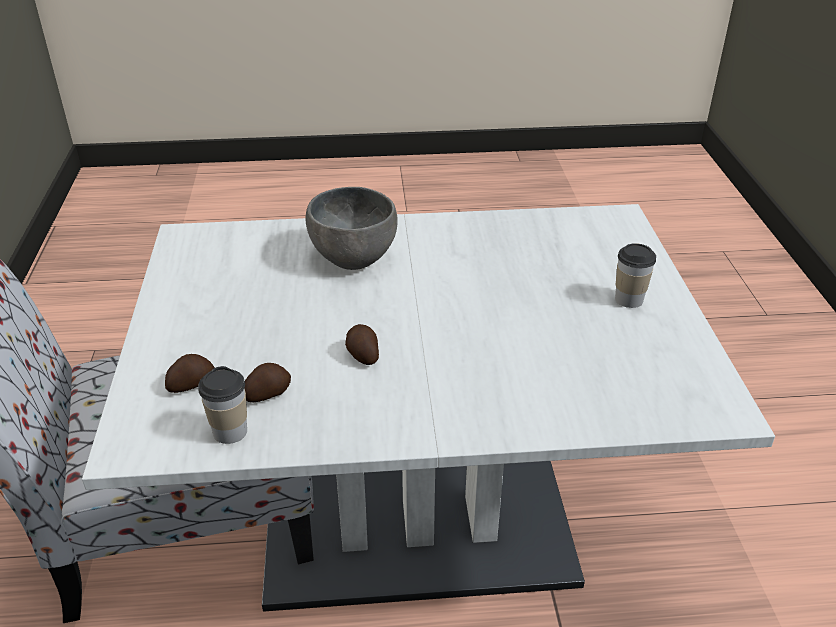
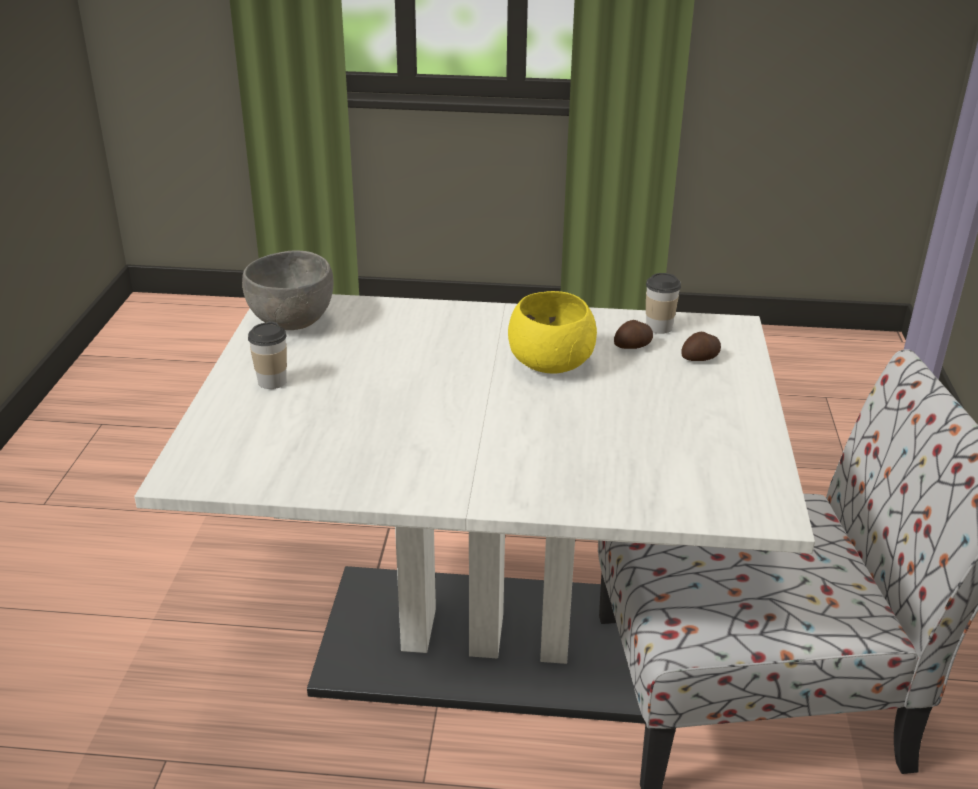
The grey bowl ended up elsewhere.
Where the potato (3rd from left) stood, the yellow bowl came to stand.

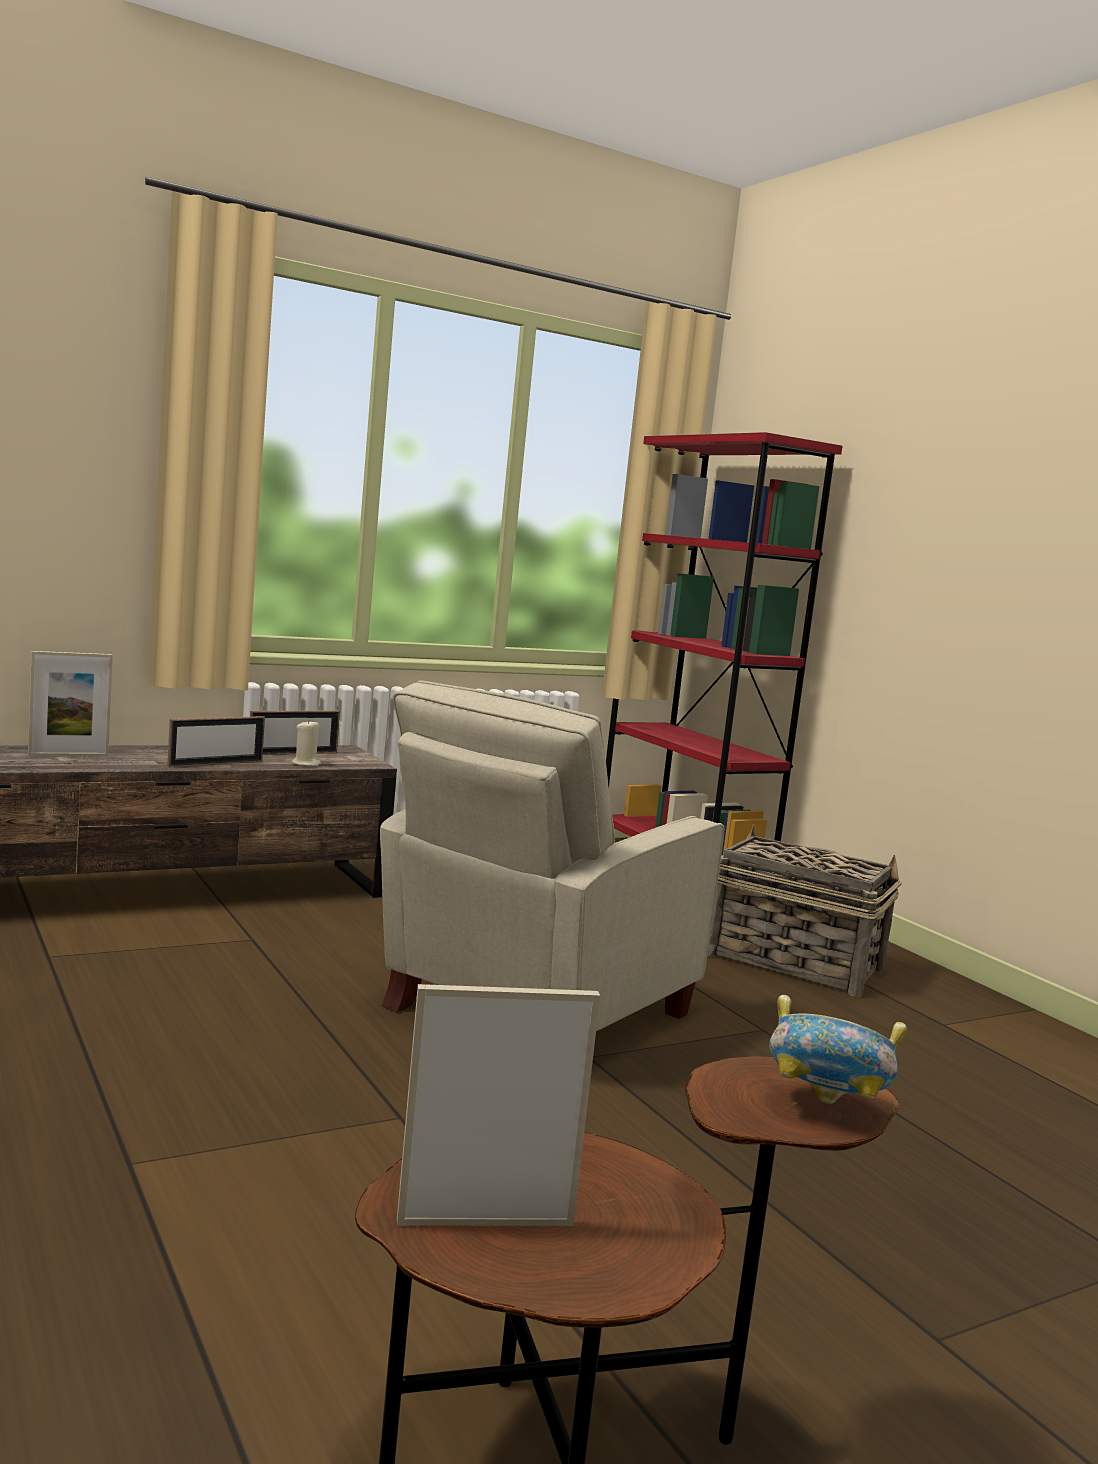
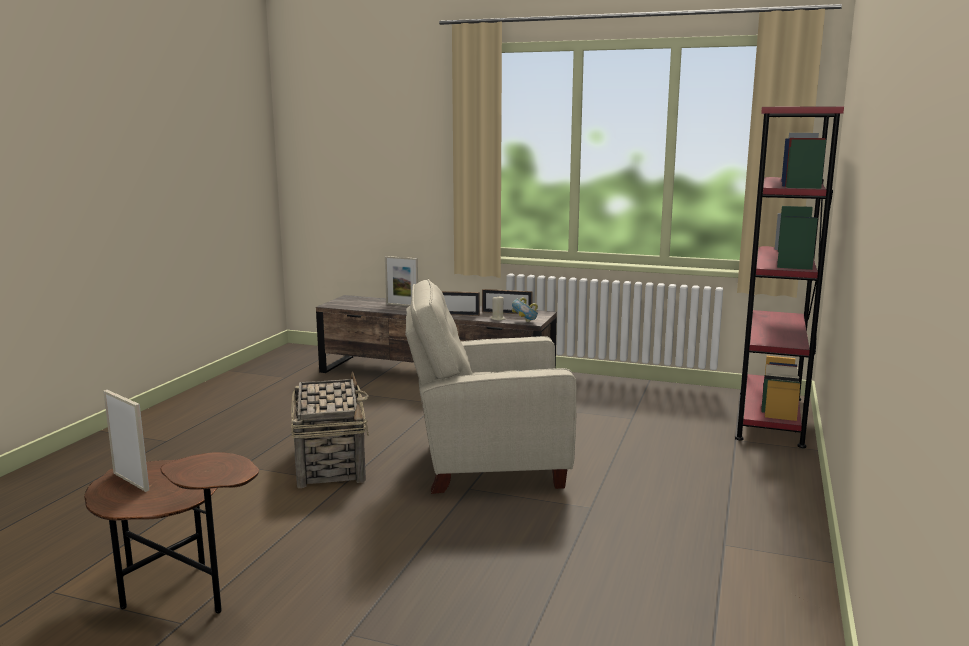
The basket ended up elsewhere.
The bowl ended up elsewhere.

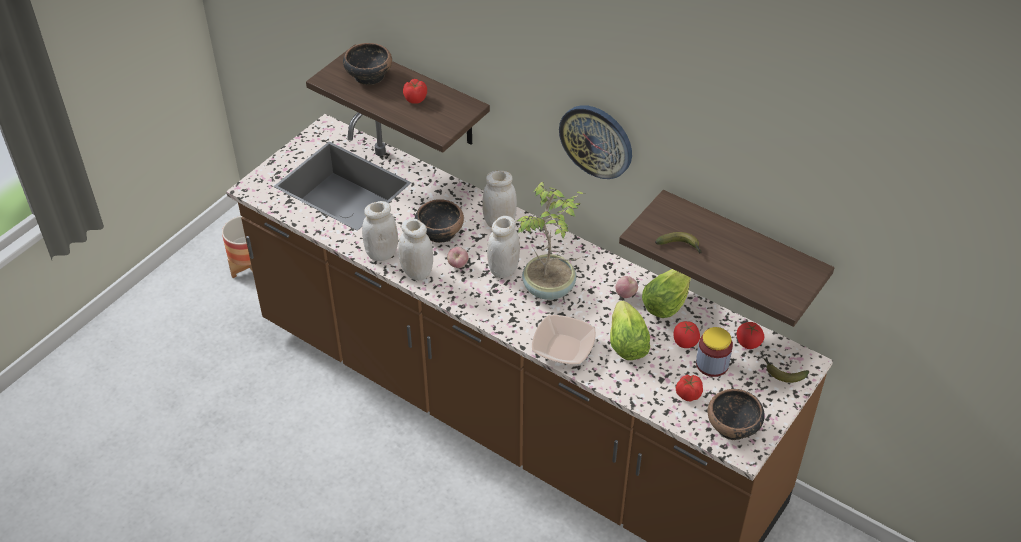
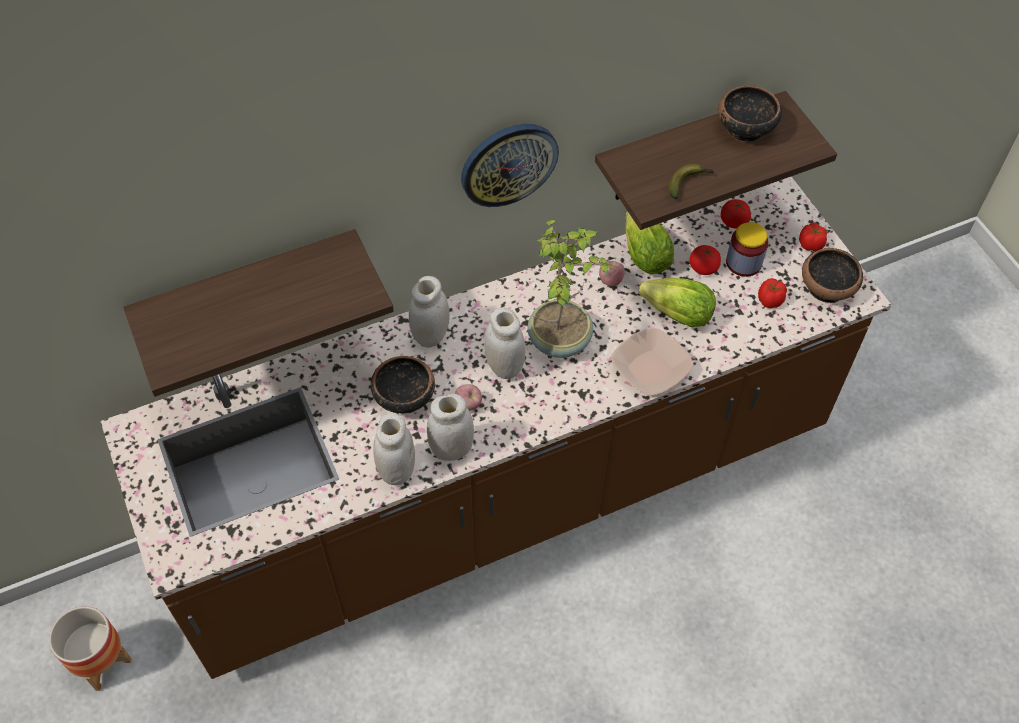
The second view lost the banana (2nd from left).
The bowl (1st from left in the first image) ended up elsewhere.
The tomato (1st from left in the first image) ended up elsewhere.

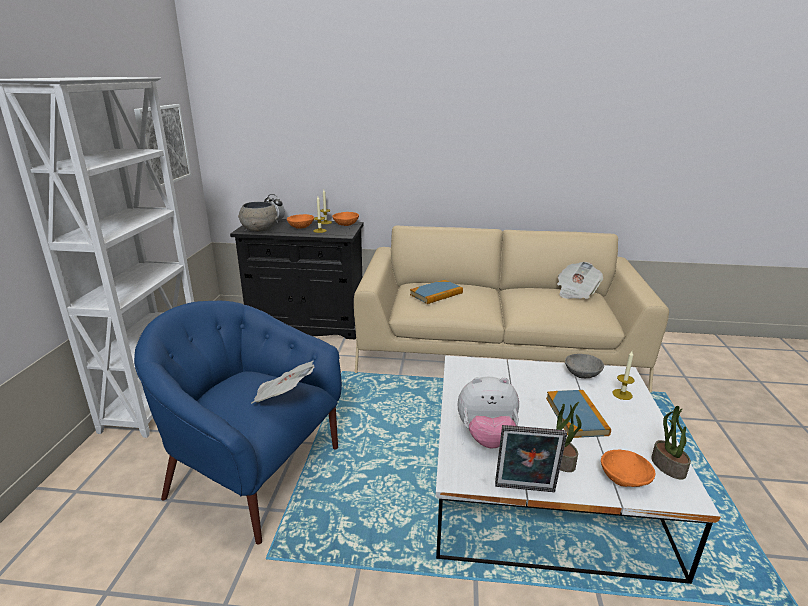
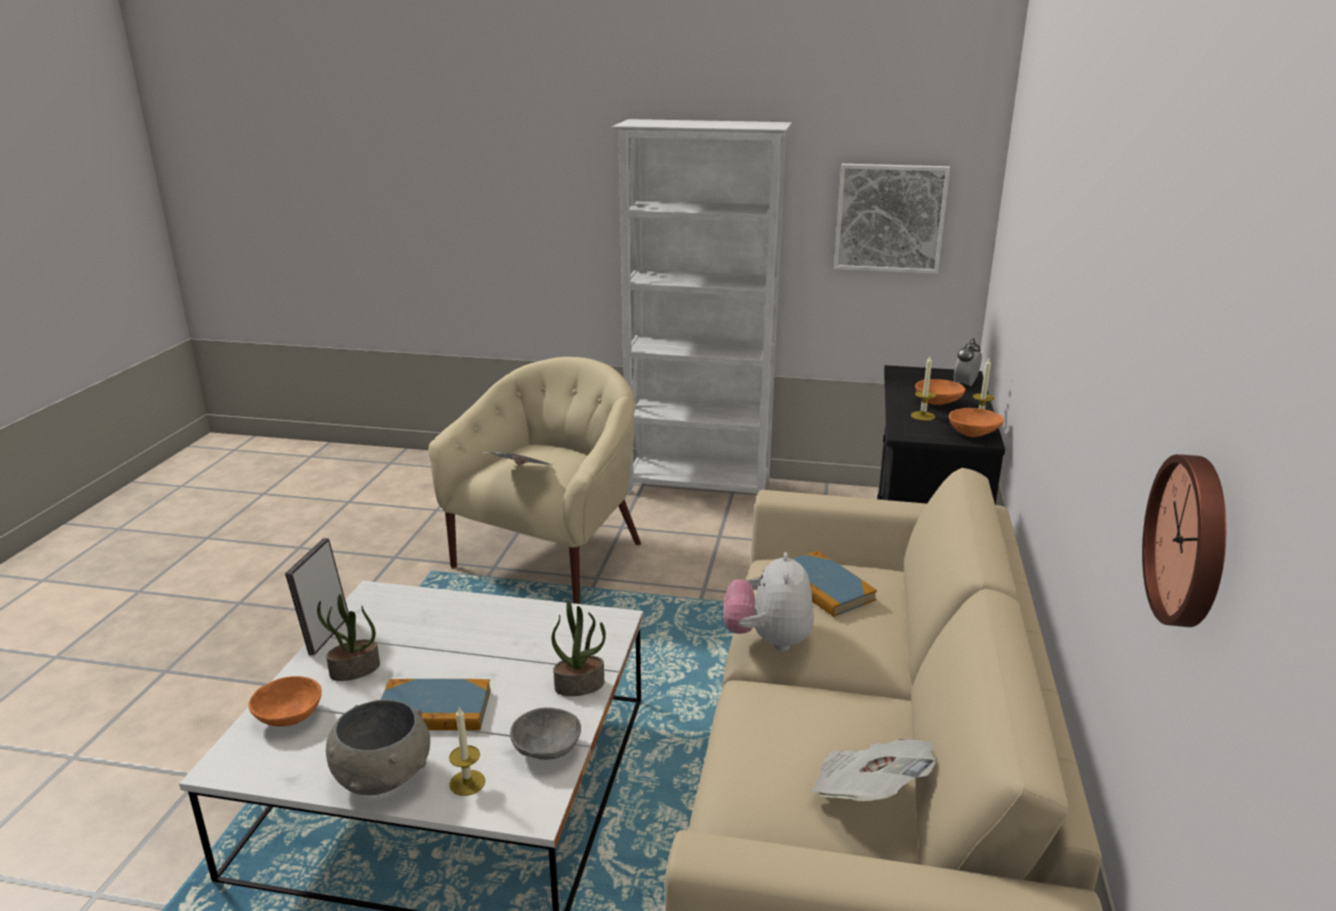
The second view gained the wall clock.
The grey bowl (1st from left) ended up elsewhere.
The plush toy ended up elsewhere.
The potted plant (2nd from left) ended up elsewhere.
What was the blue armchair turned into the beige armchair.

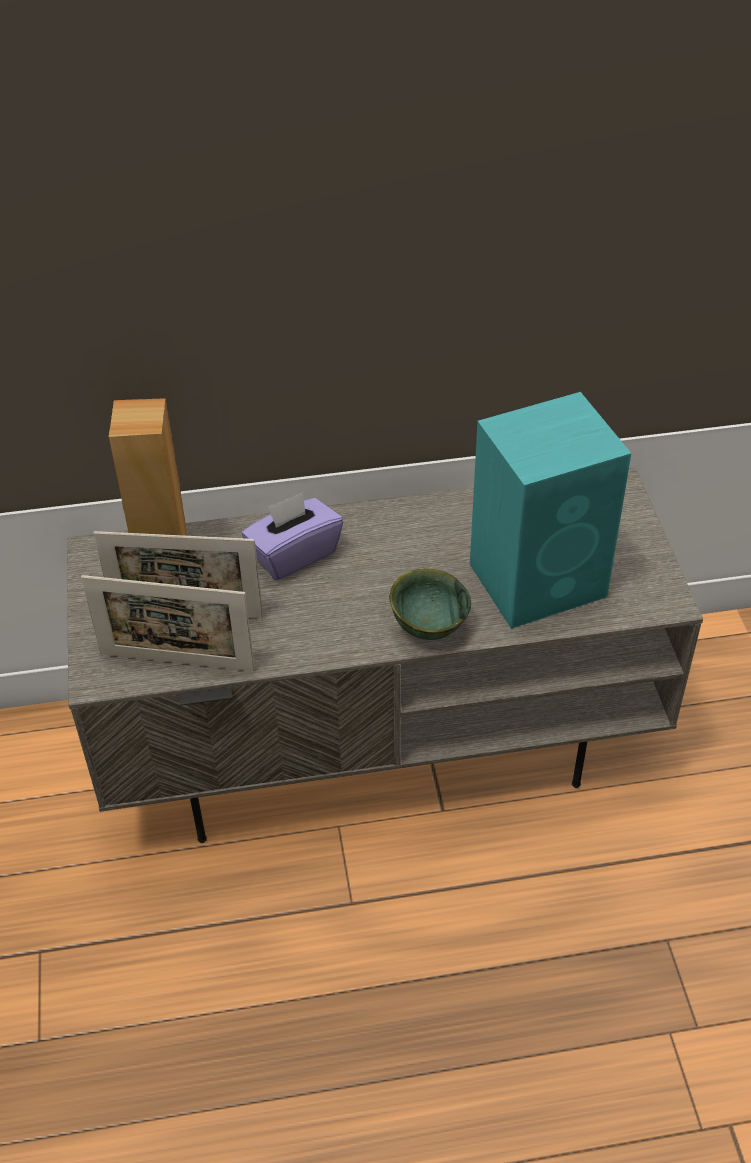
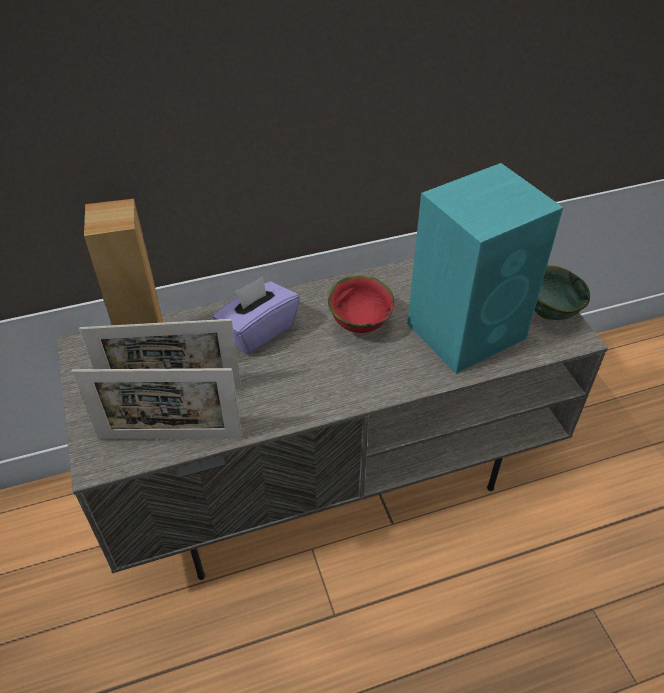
The second view gained the red bowl.
The green bowl ended up elsewhere.

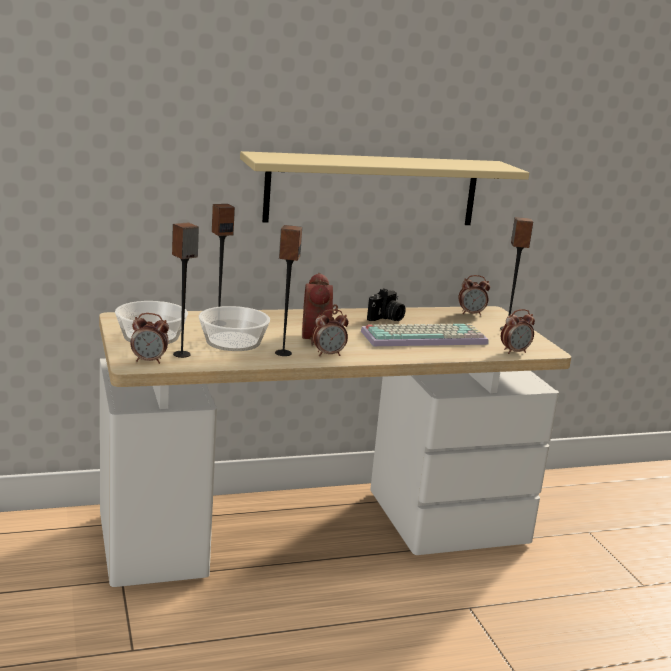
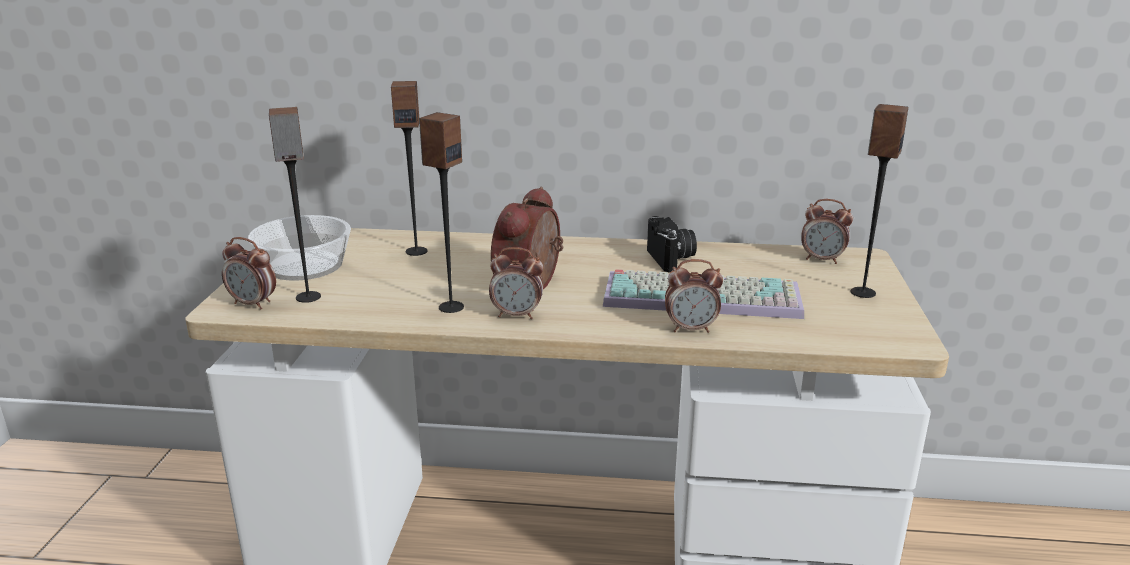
The second view lost the bowl (2nd from left).
The second view lost the beige shelf.
The alarm clock (5th from left in the first image) ended up elsewhere.
The photo camera ended up facing another way, 75 degrees counterclockwise from before.

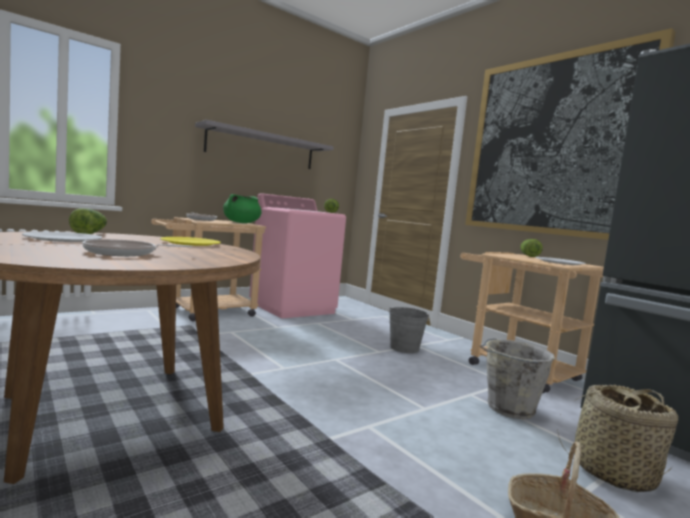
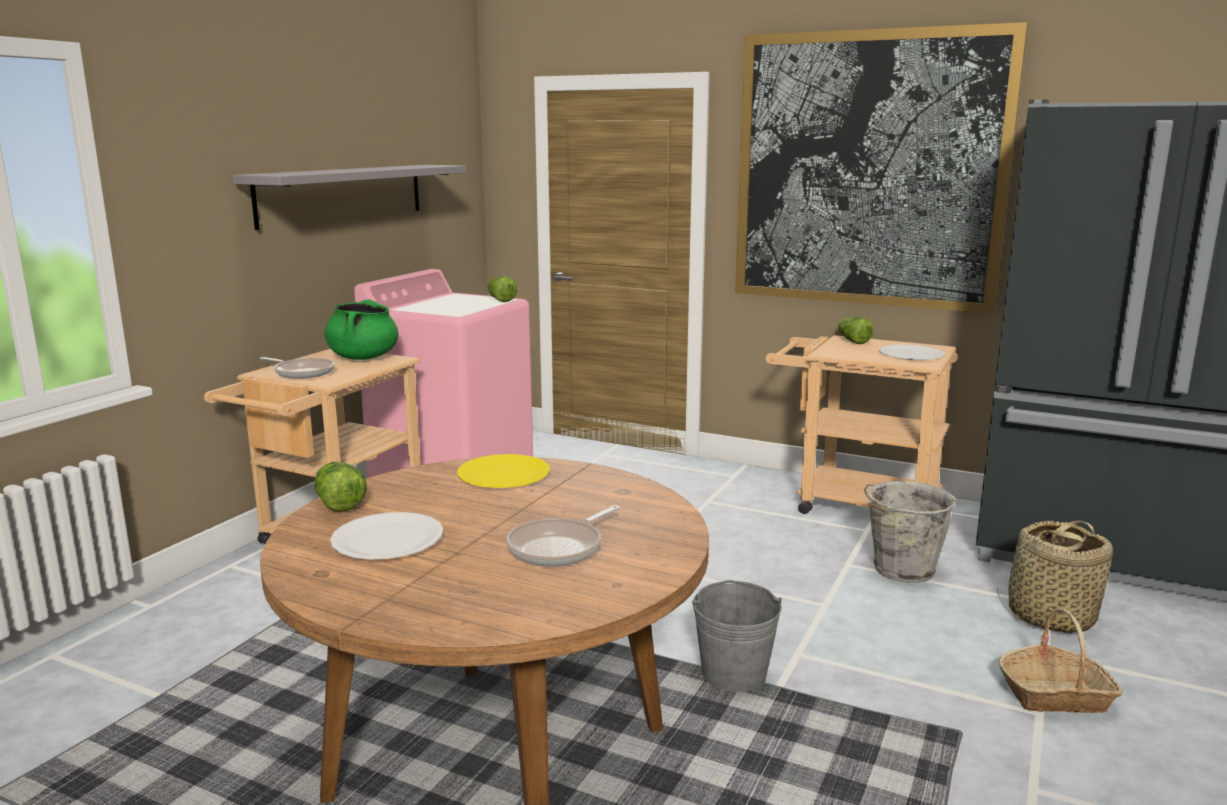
The grey bucket (1st from left) ended up elsewhere.

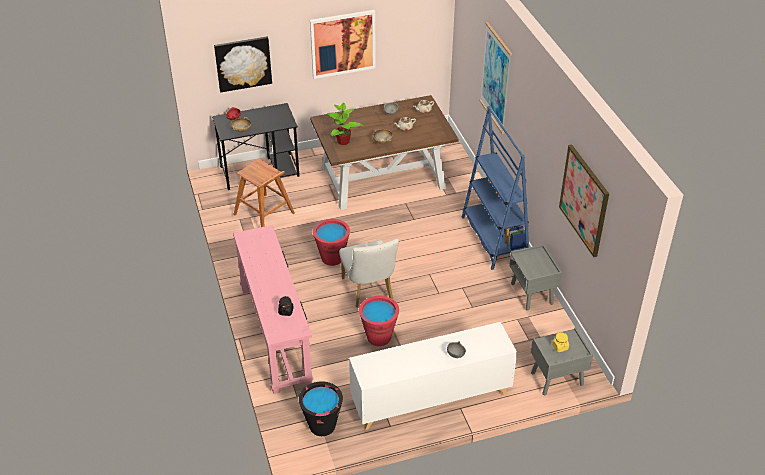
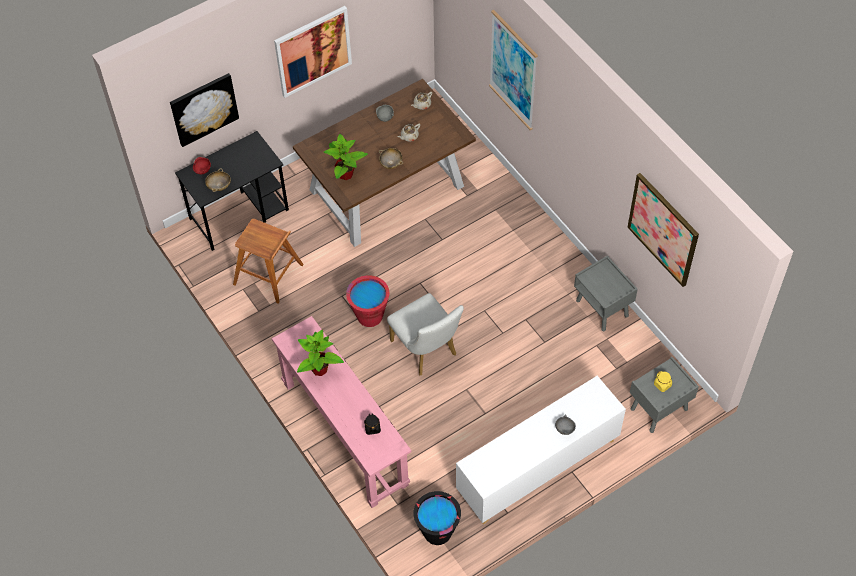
The second view lost the red bucket (2nd from left).
The second view lost the blue bookcase.
The second view gained the potted plant (1st from left).

